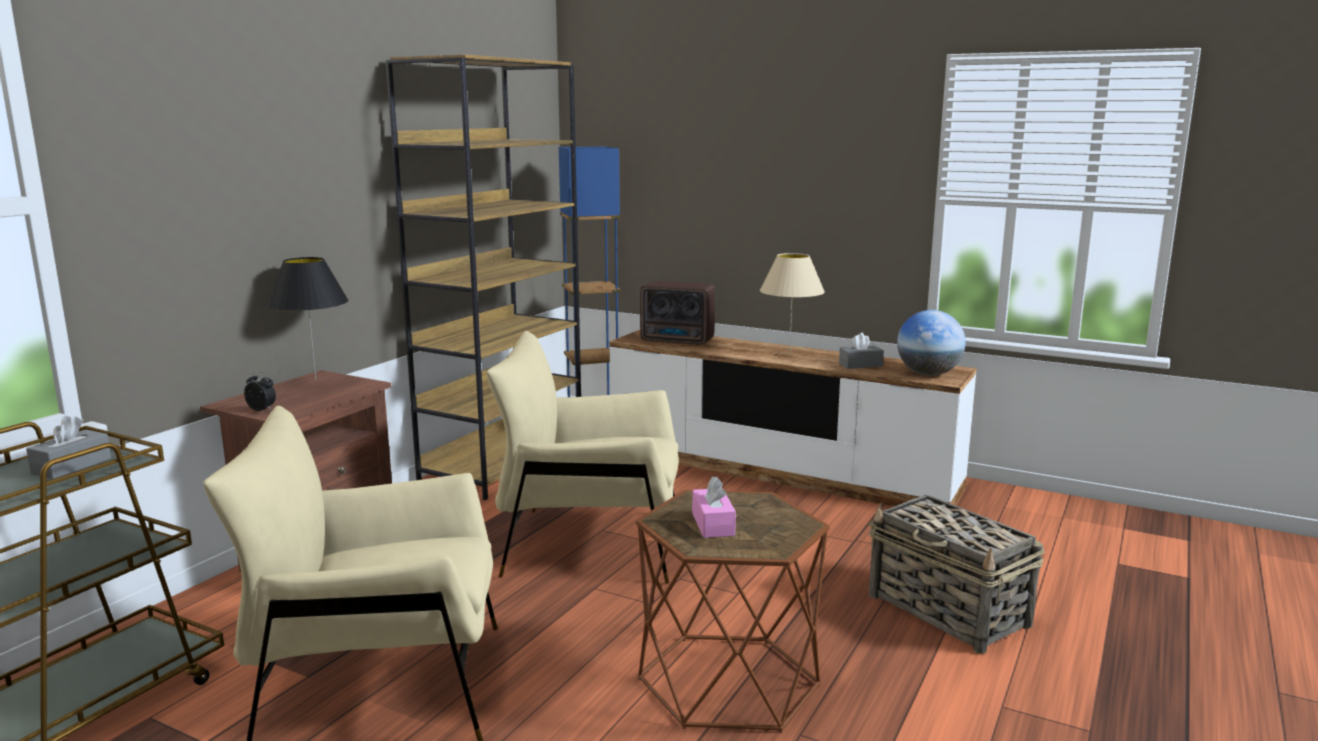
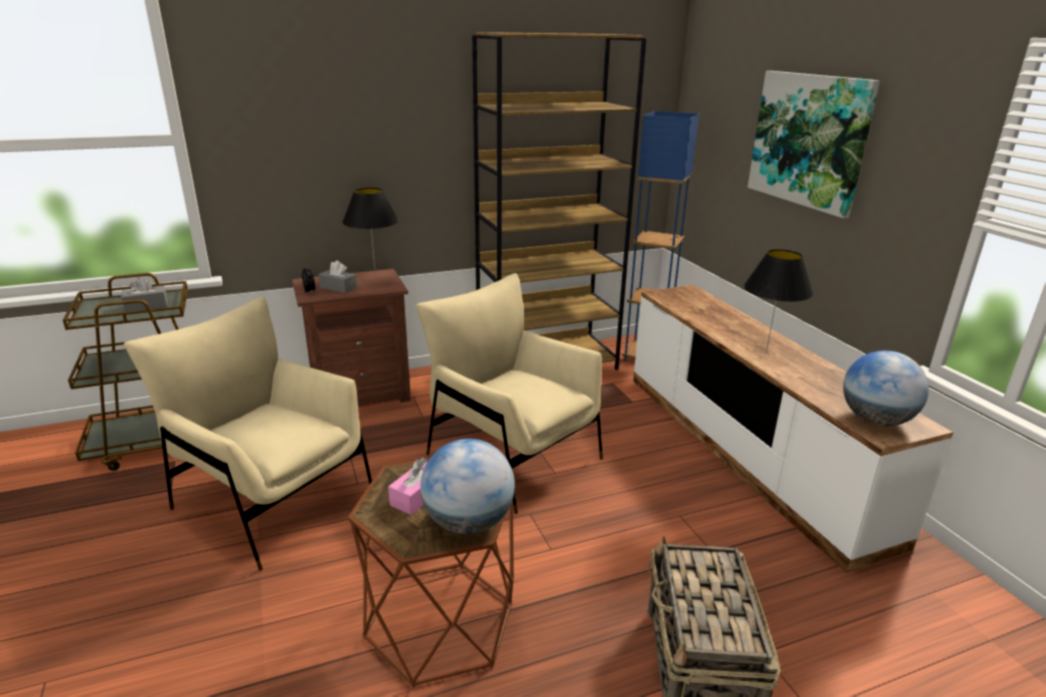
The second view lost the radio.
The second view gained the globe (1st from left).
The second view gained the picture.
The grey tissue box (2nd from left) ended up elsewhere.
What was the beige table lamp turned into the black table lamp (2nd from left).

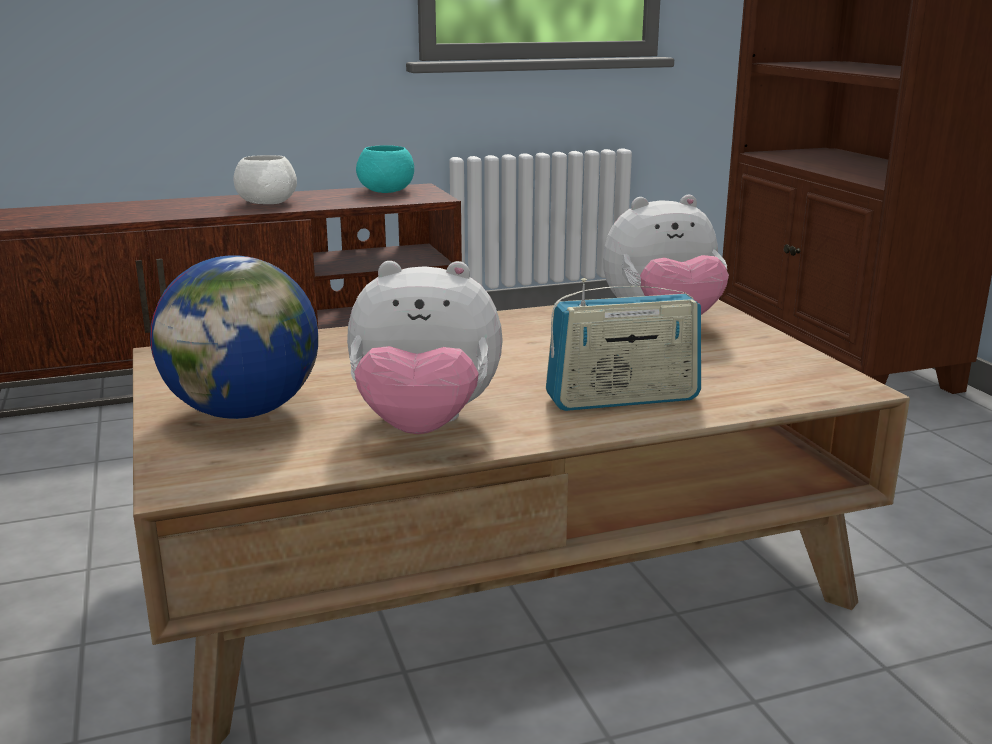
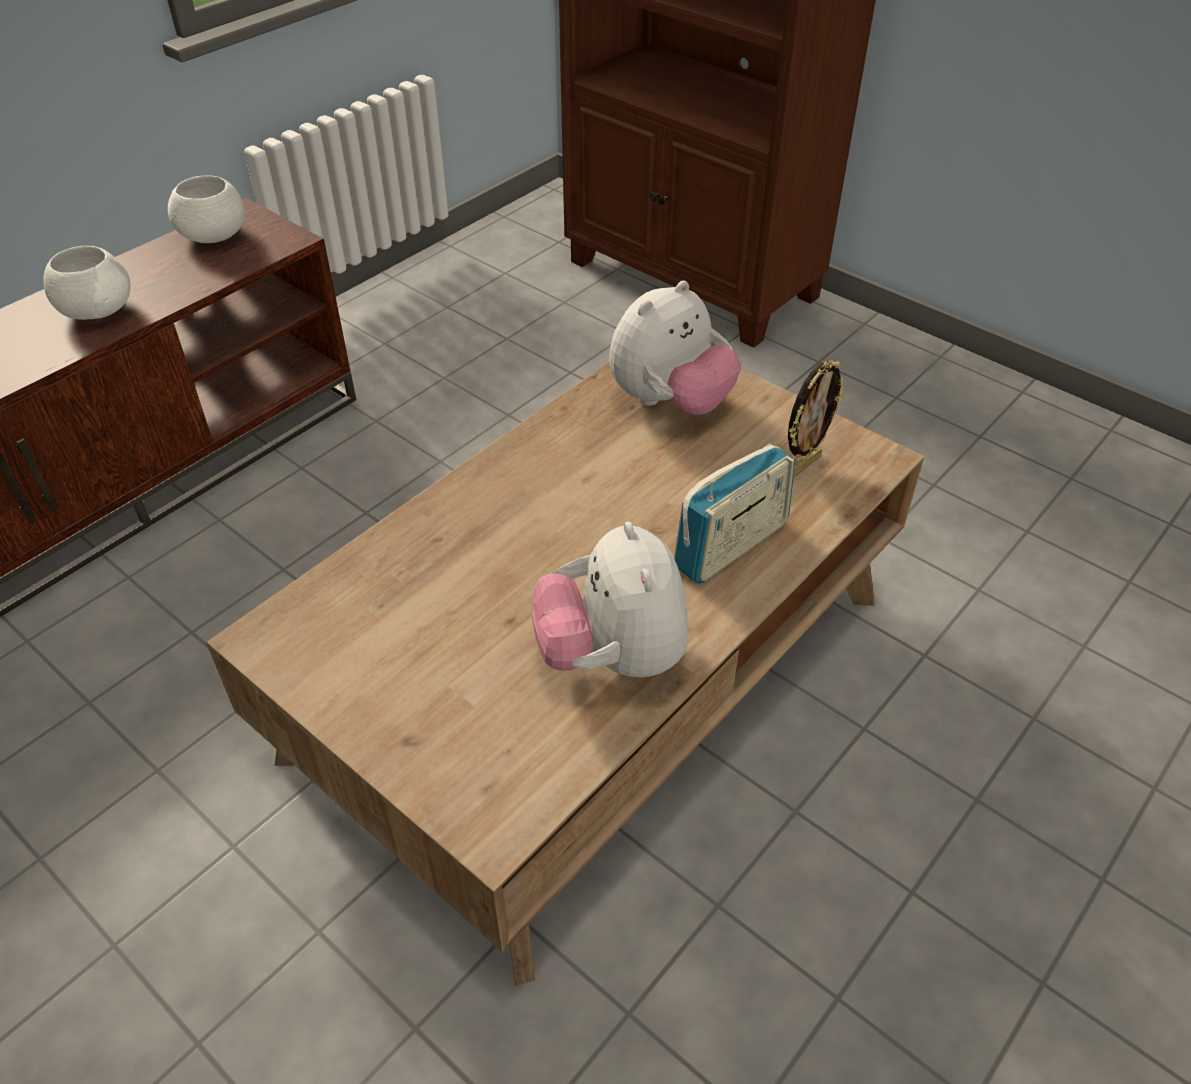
The second view lost the globe.
The second view gained the picture frame.
What was the turquoise bowl turned into the white bowl (2nd from left).
The plush toy (1st from left) ended up facing another way, 105 degrees clockwise from before.

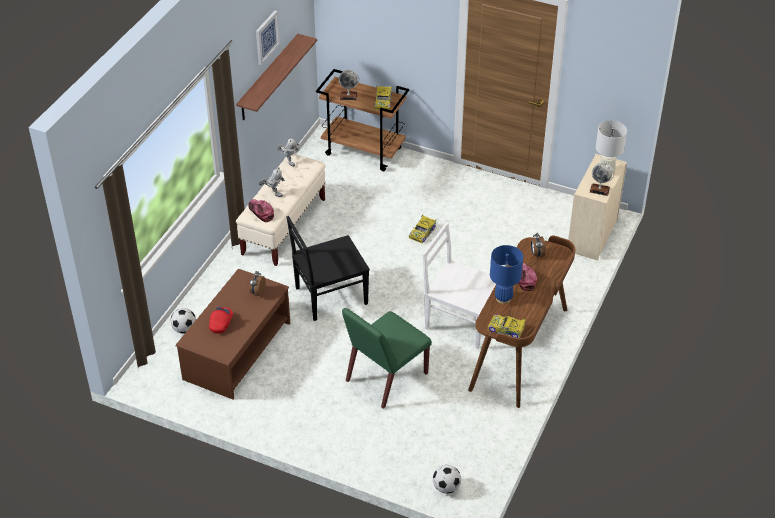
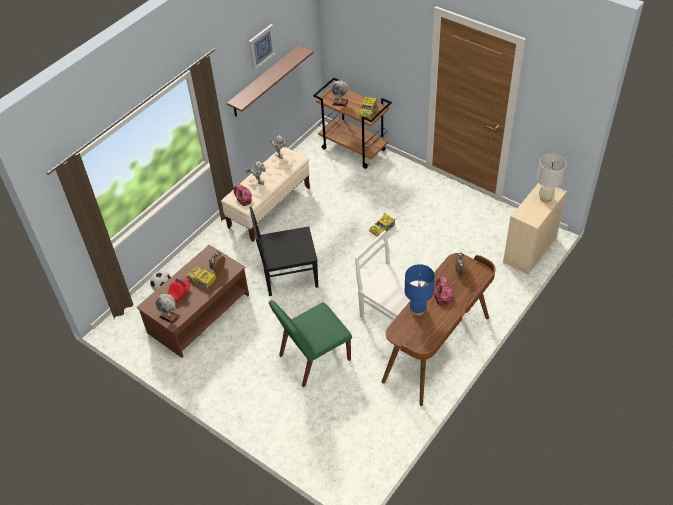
The second view lost the football (2nd from left).
The toy car (3rd from left in the first image) ended up elsewhere.
The globe (2nd from left in the first image) ended up elsewhere.

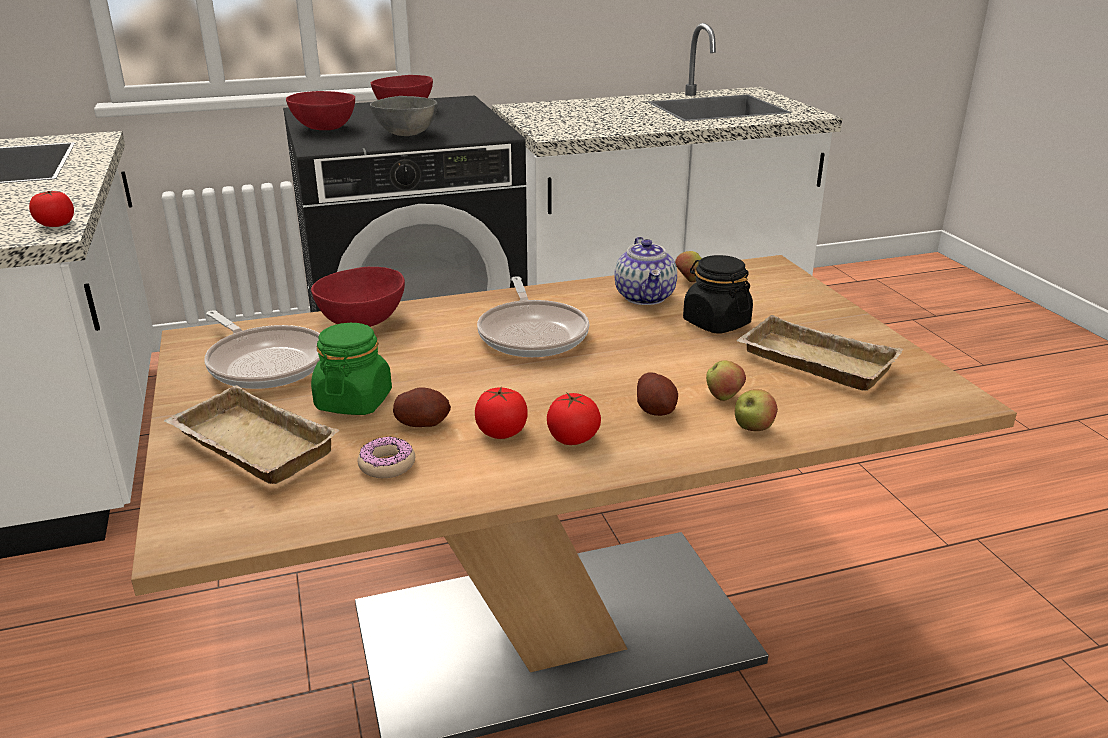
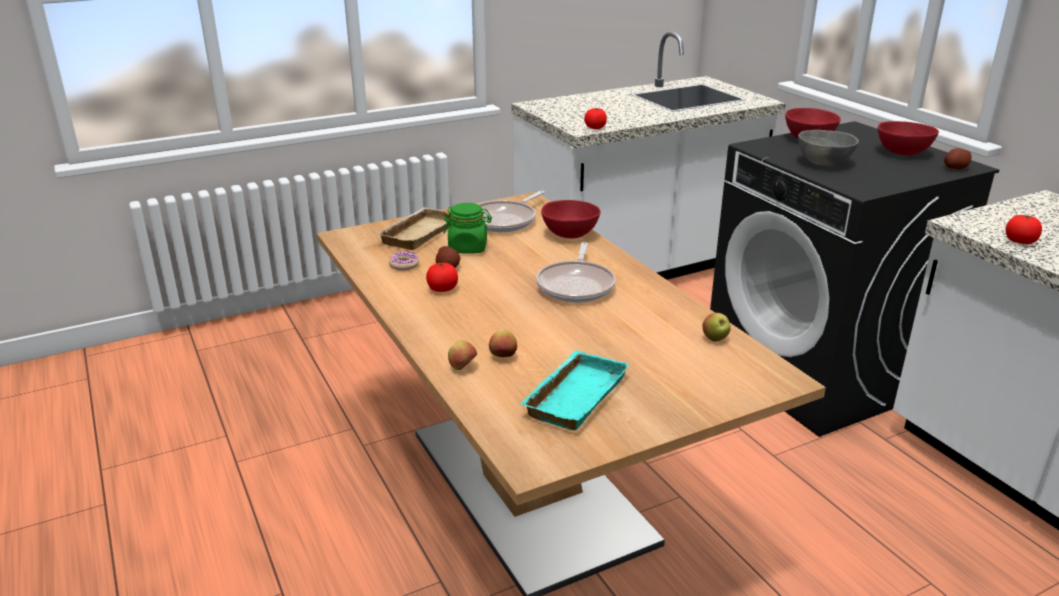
The second view lost the teapot.
The second view lost the black jar.
The tomato (3rd from left) ended up elsewhere.
The potato (2nd from left) ended up elsewhere.
What was the beige tray (2nd from left) turned into the turquoise tray.
The frying pan (2nd from left) ended up facing another way, 60 degrees counterclockwise from before.

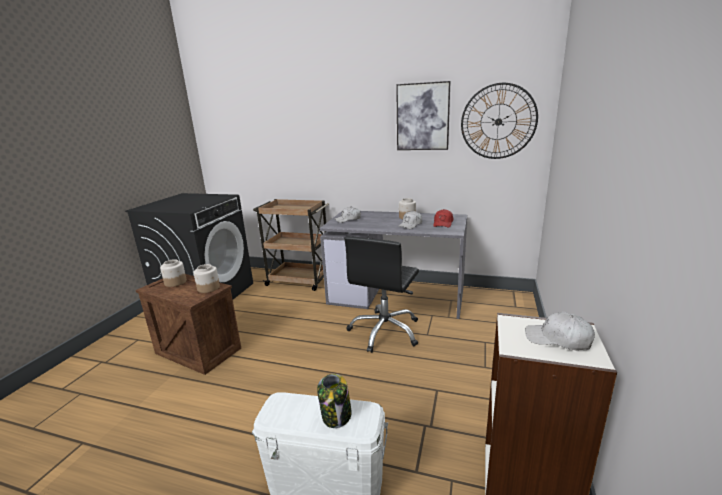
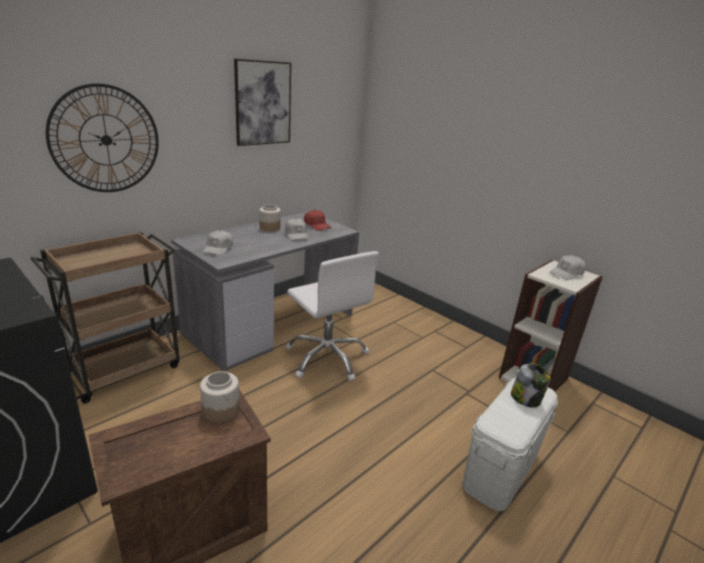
The second view lost the jar (1st from left).
The wall clock ended up elsewhere.
What was the black office chair turned into the white office chair.

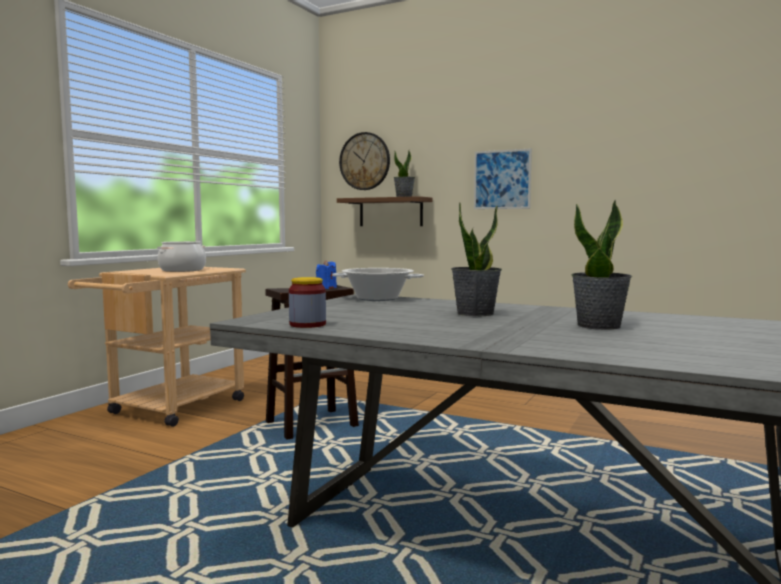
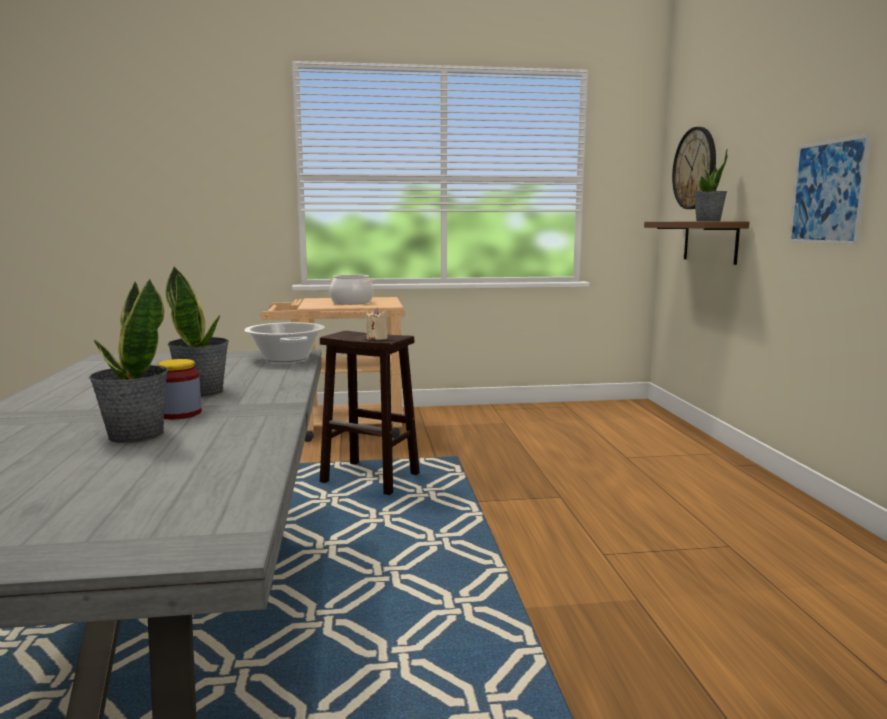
The jar ended up elsewhere.
What was the blue candle turned into the beige candle.

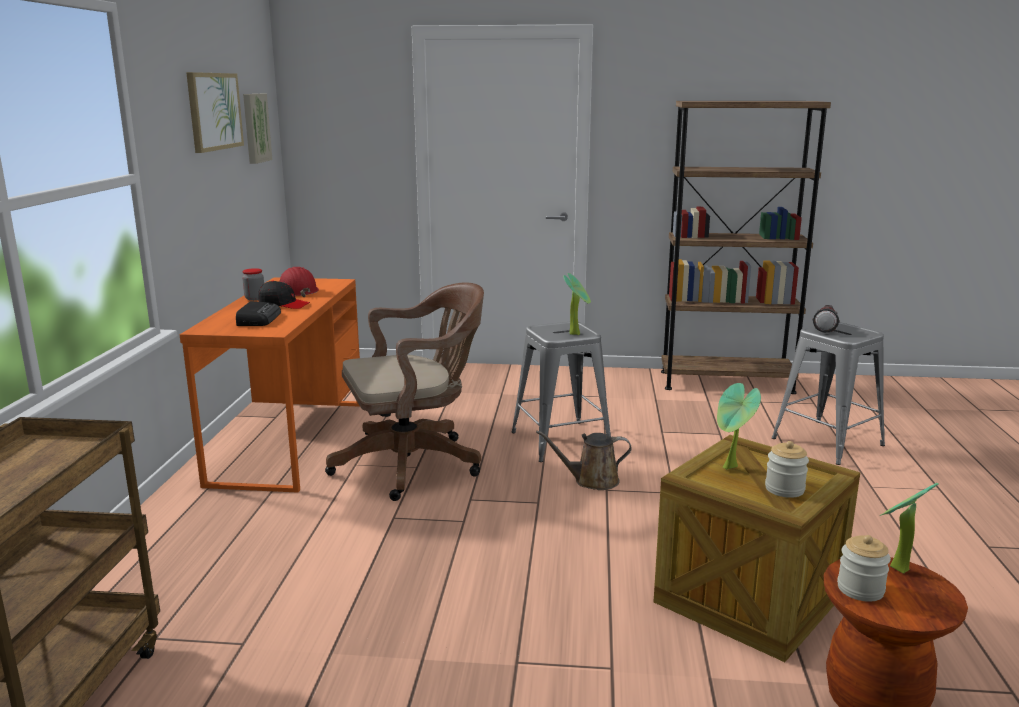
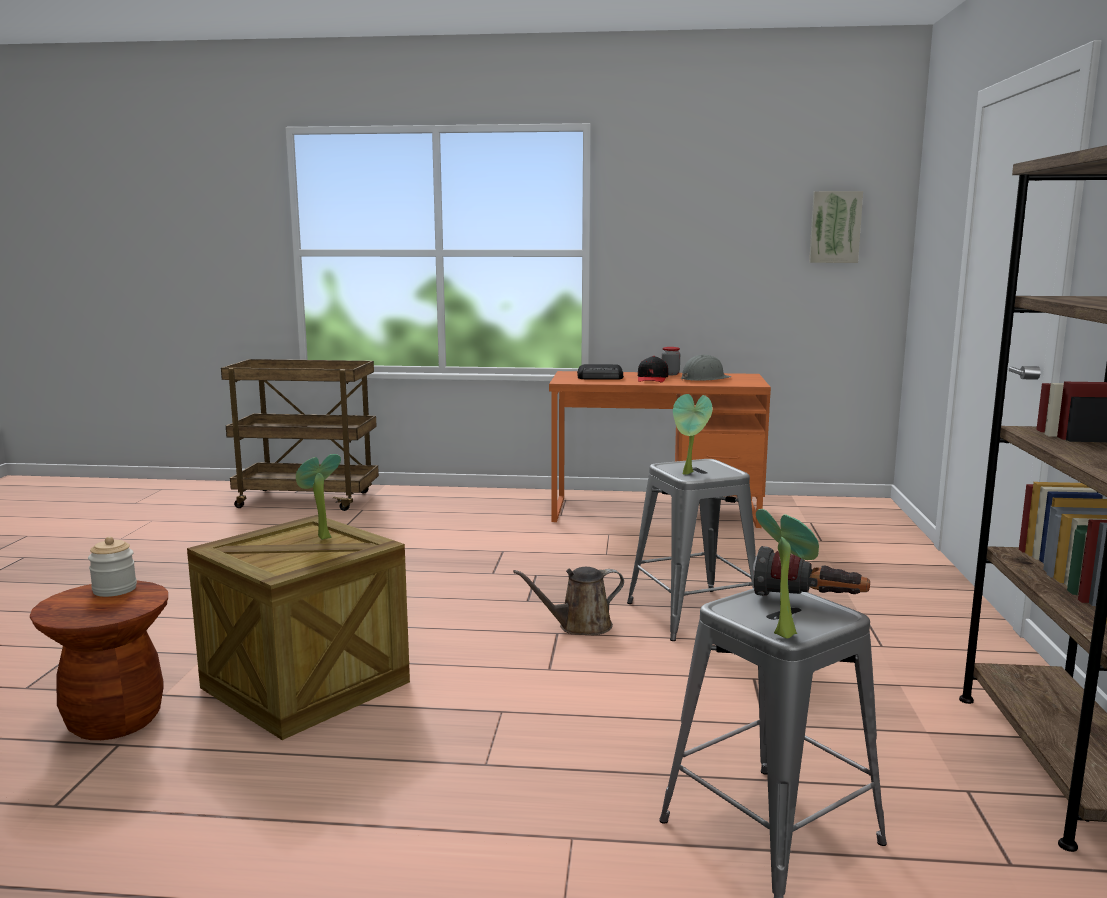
The second view lost the picture (1st from left).
The second view lost the brown office chair.
The second view lost the jar (2nd from left).
The potted plant (3rd from left) ended up elsewhere.
What was the red hard hat turned into the grey hard hat.
The brown watering can ended up facing another way, 105 degrees counterclockwise from before.

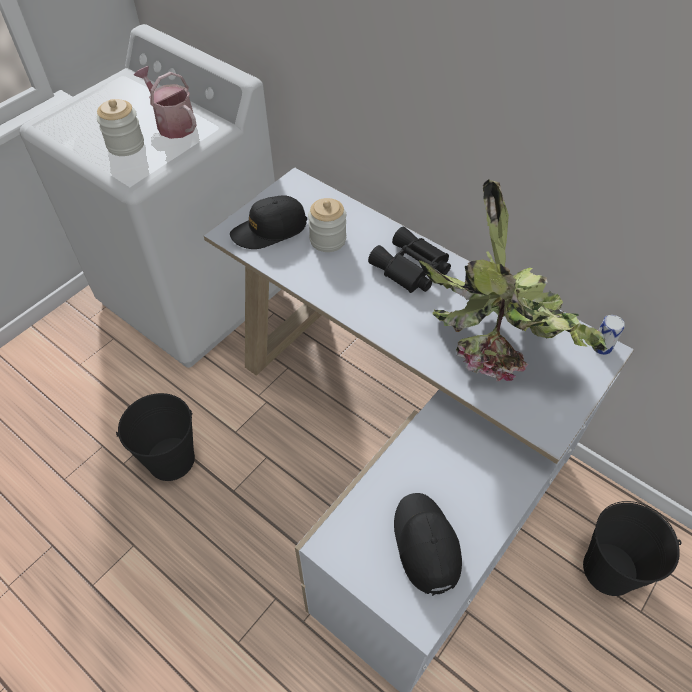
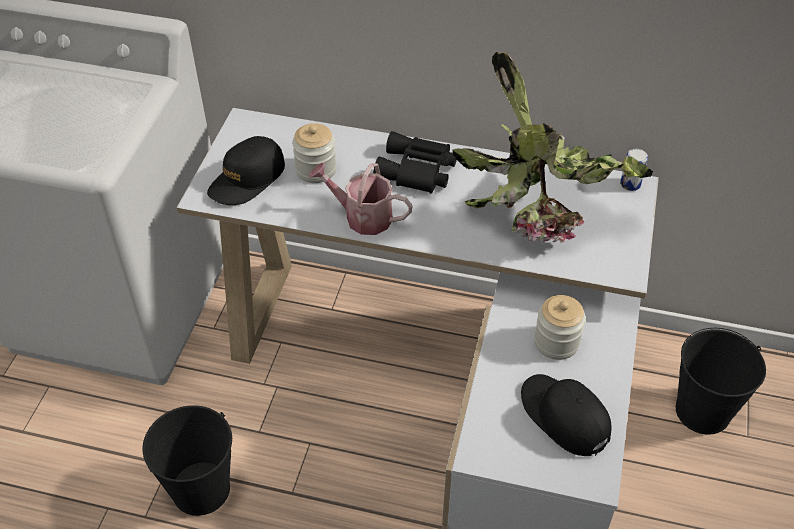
The jar (1st from left in the first image) ended up elsewhere.
The watering can ended up elsewhere.

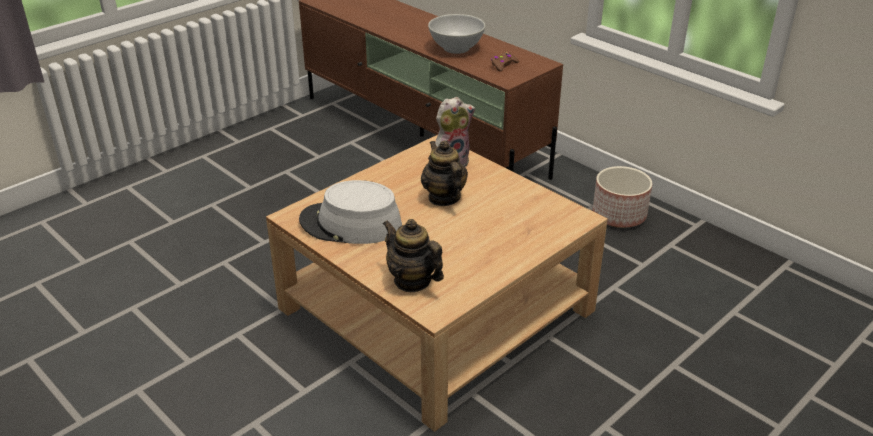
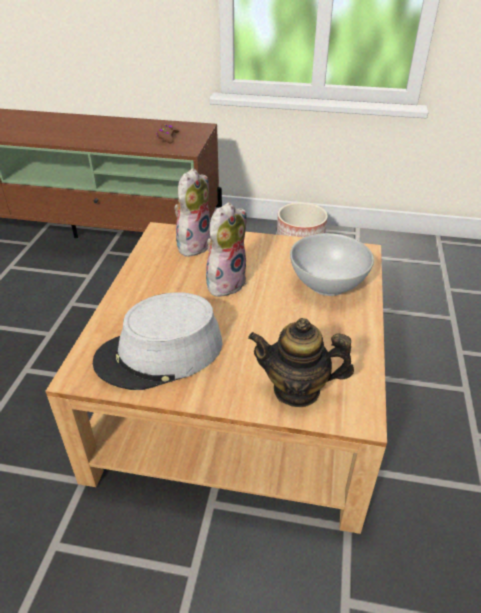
The white bowl ended up elsewhere.
Where the teapot (2nd from left) stood, the plush toy (2nd from left) came to stand.

